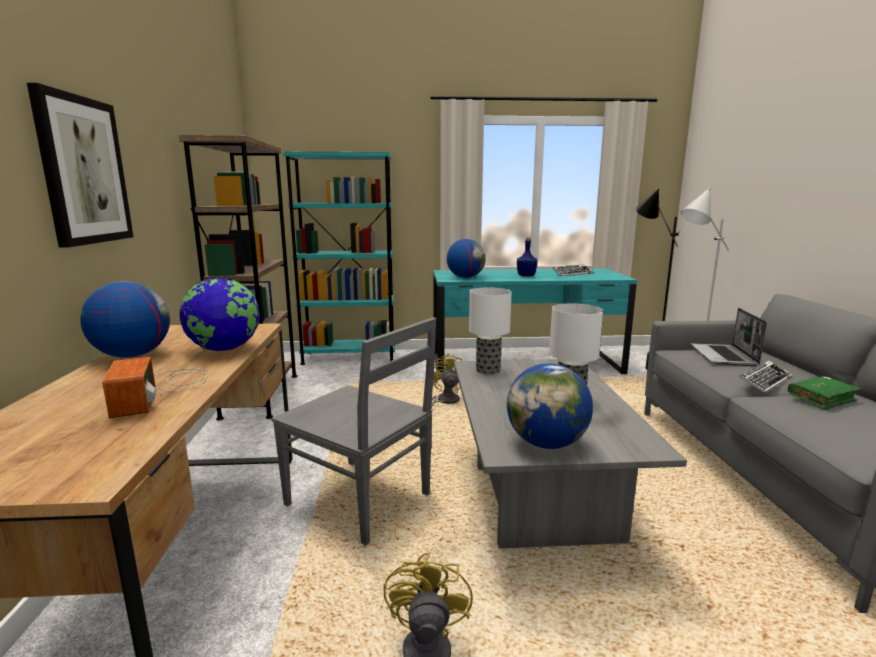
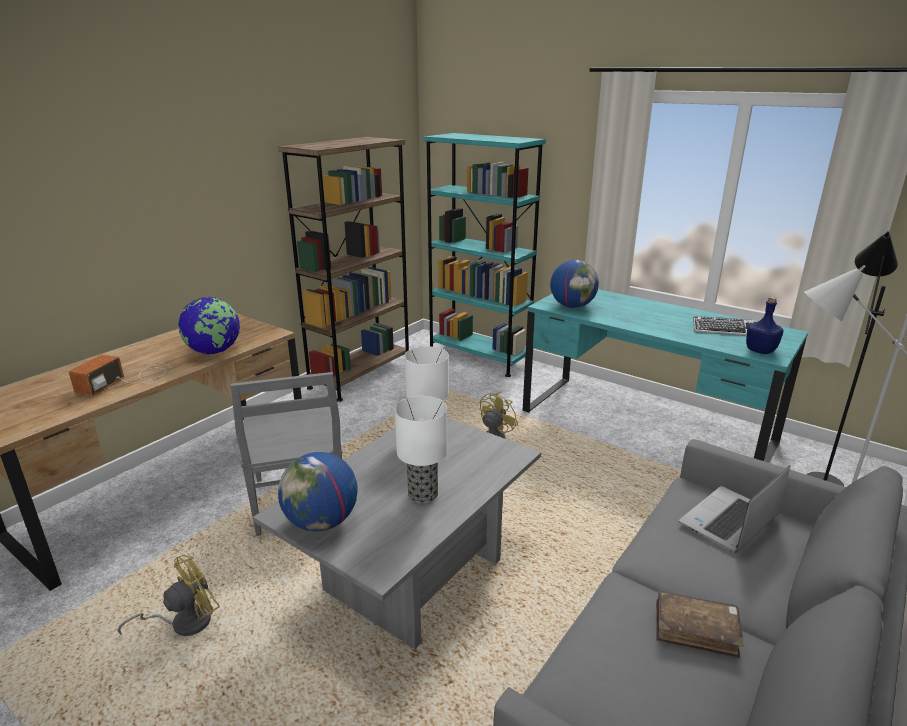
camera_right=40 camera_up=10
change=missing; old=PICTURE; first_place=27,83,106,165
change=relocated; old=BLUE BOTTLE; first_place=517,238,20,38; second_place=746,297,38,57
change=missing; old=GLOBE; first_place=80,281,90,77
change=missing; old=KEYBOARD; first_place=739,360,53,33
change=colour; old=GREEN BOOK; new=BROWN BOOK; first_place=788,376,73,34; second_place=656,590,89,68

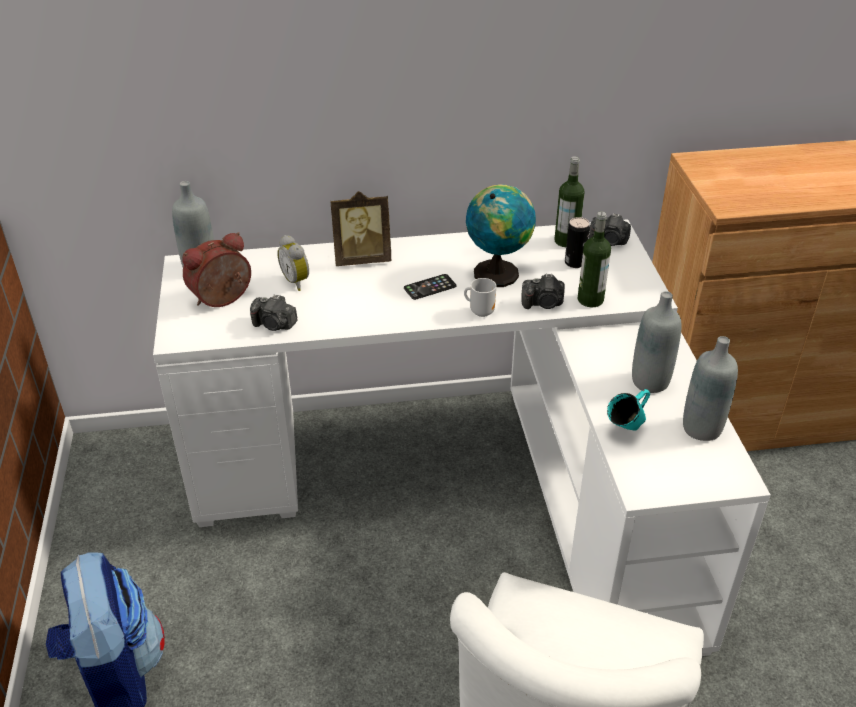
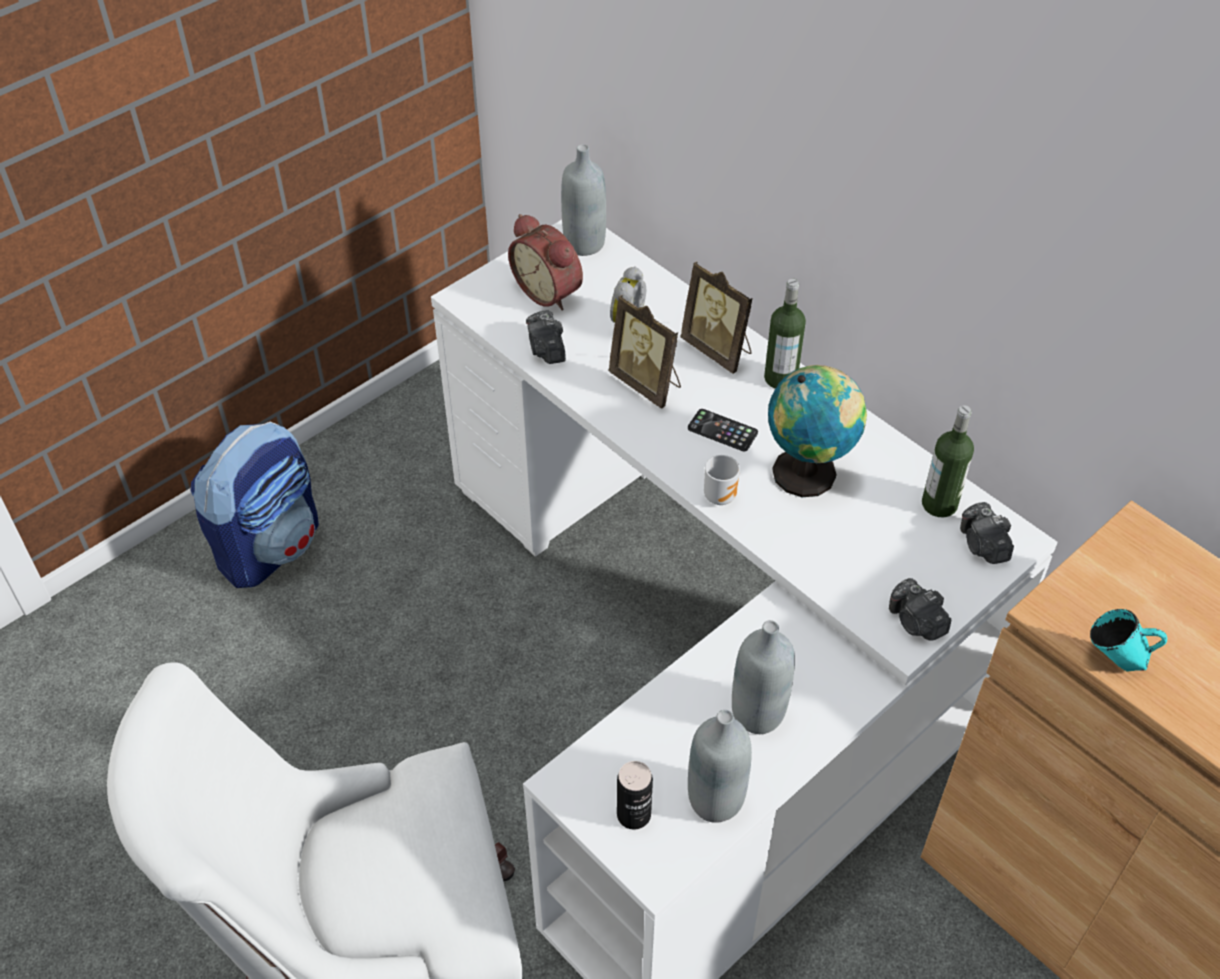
camera_right=55 camera_up=10
change=relocated; old=BOTTLE; first_place=577,211,34,96; second_place=764,279,42,110
change=relocated; old=CAN; first_place=565,217,25,51; second_place=617,761,36,69
change=spun; old=ALARM CLOCK; first_place=182,232,69,75; second_place=508,214,75,97; degrees=-150
change=relocated; old=PHOTO CAMERA; first_place=521,274,44,35; second_place=889,578,62,62
change=relocated; old=TURQUOISE MUG; first_place=607,389,43,42; second_place=1090,609,77,62
change=appeared; new=PICTURE FRAME; second_place=608,295,73,114

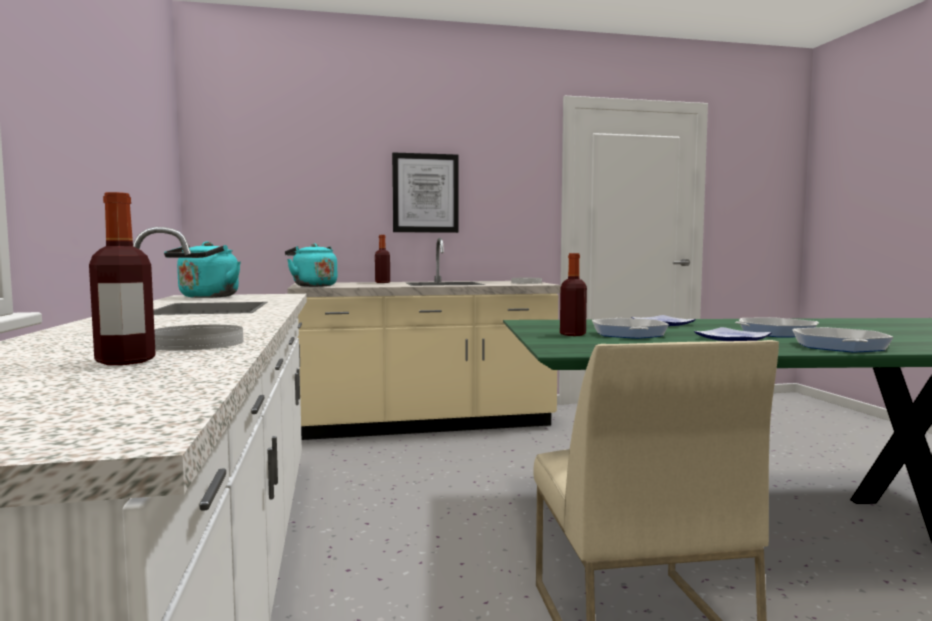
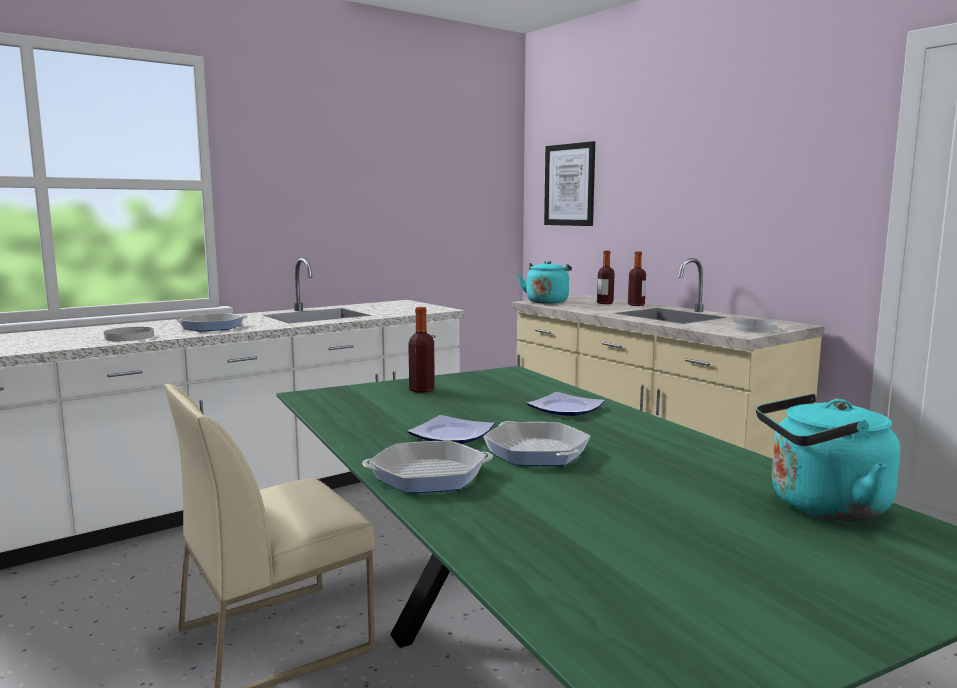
camera_right=65 camera_up=5
change=relocated; old=PICTURE; first_place=392,152,67,81; second_place=544,141,51,85
change=relocated; old=BOTTLE; first_place=89,192,67,173; second_place=597,251,18,53
change=relocated; old=TURQUOISE KETTLE; first_place=164,242,77,56; second_place=756,394,144,127
change=relocated; old=FRYING PAN; first_place=592,318,77,21; second_place=174,313,74,18

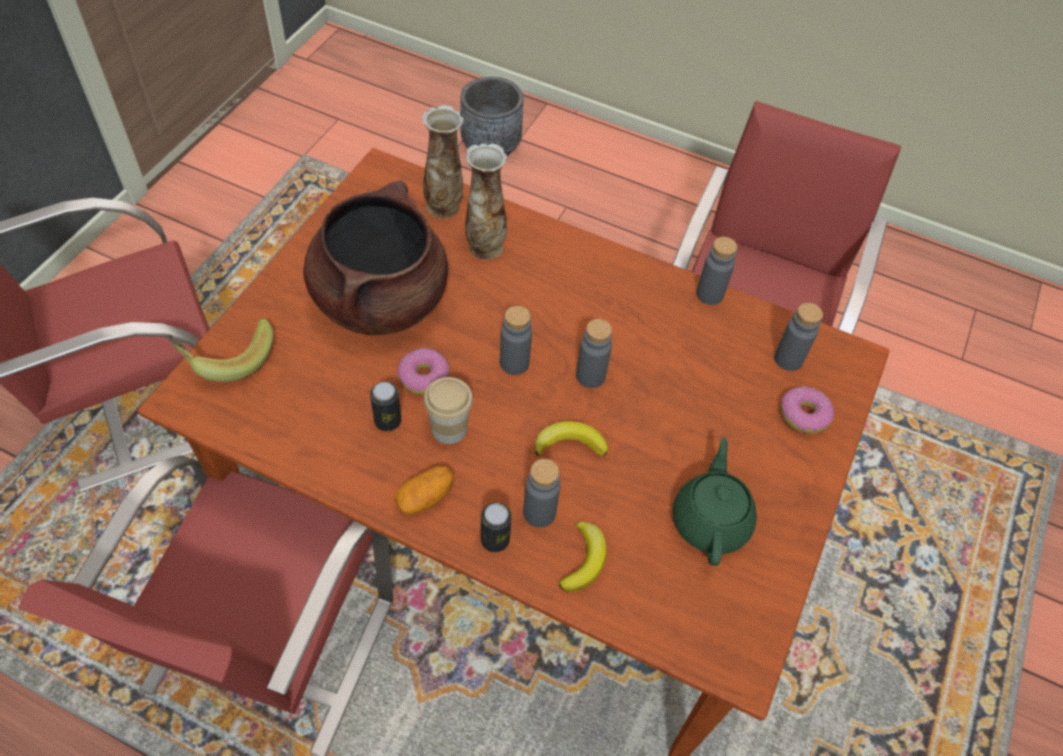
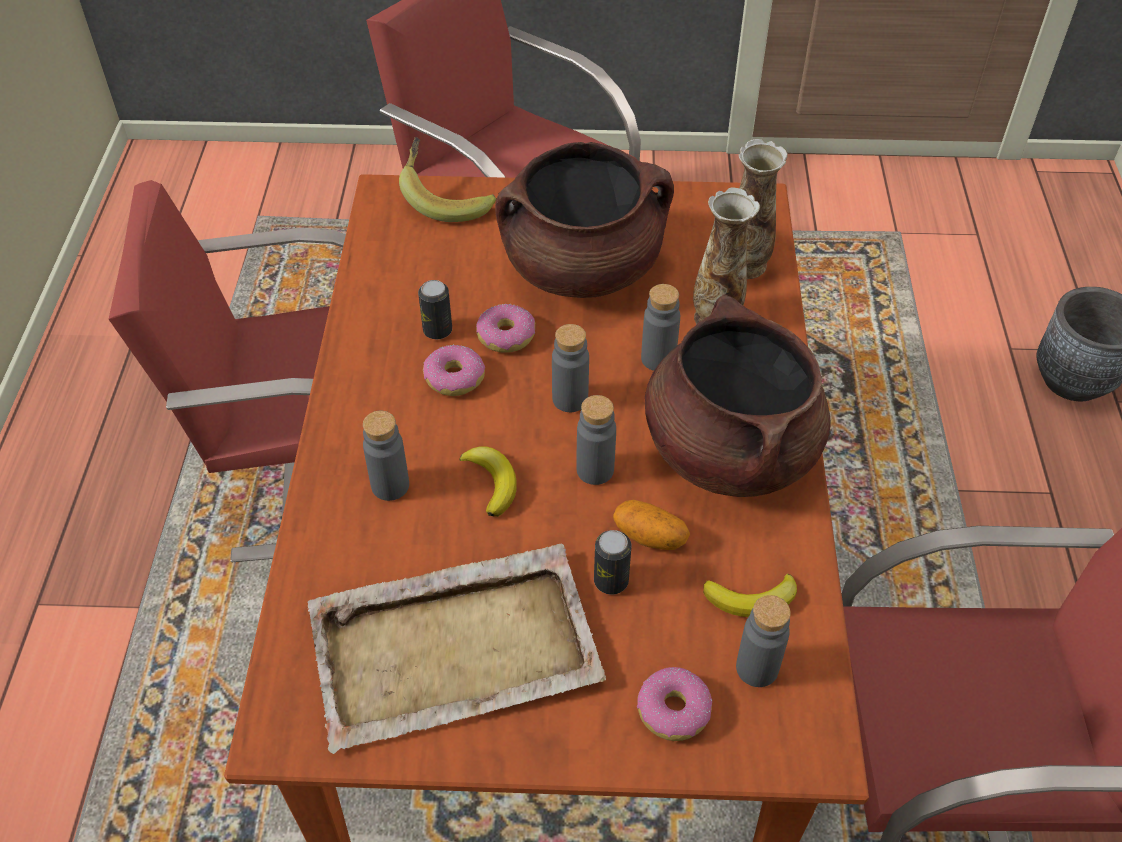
camera_right=70 camera_up=-5
change=relocated; old=GREY BOTTLE; first_place=696,237,41,68; second_place=641,284,39,87
change=exchanged; old=CUP; new=DONUT; first_place=423,377,50,67; second_place=423,345,62,51
change=exchanged; old=GREEN TEAPOT; new=BEIGE TRAY; first_place=673,437,84,129; second_place=307,544,299,210
change=relocated; old=POTATO; first_place=394,466,60,48; second_place=613,500,77,50
change=relocated; old=CAN; first_place=481,502,30,50; second_place=594,530,37,64
change=relocated; old=BANANA; first_place=559,522,48,70; second_place=703,573,94,44
change=appeared; new=BROWN COOKING POT; second_place=645,295,185,202

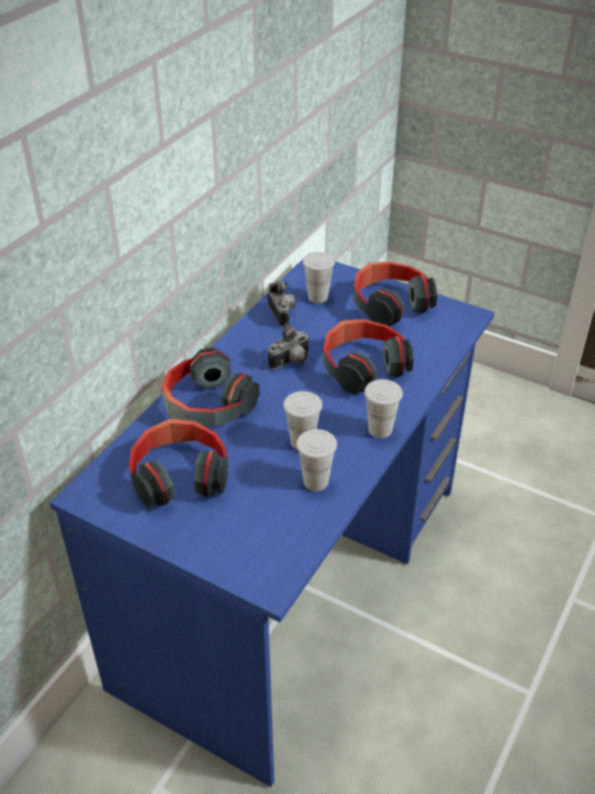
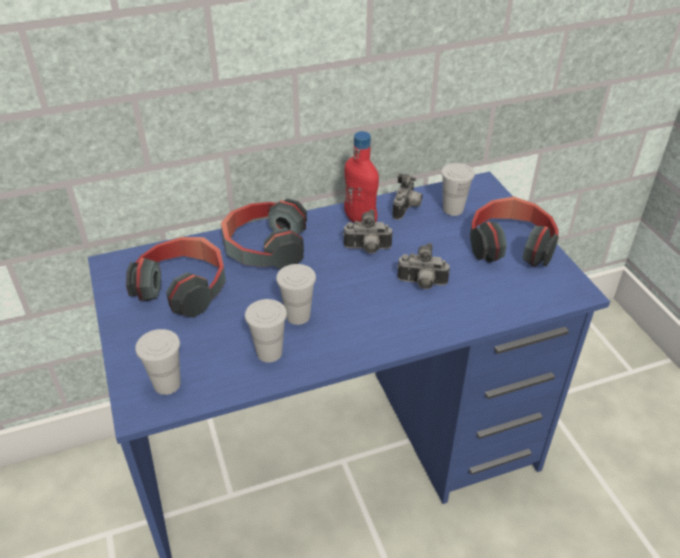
camera_right=40 camera_up=0
change=exchanged; old=HEADPHONES; new=PHOTO CAMERA; first_place=323,319,91,75; second_place=397,243,53,46
change=relocated; old=WHITE CUP; first_place=364,379,39,59; second_place=135,329,46,66
change=appeared; new=RED BOTTLE; second_place=344,131,35,92

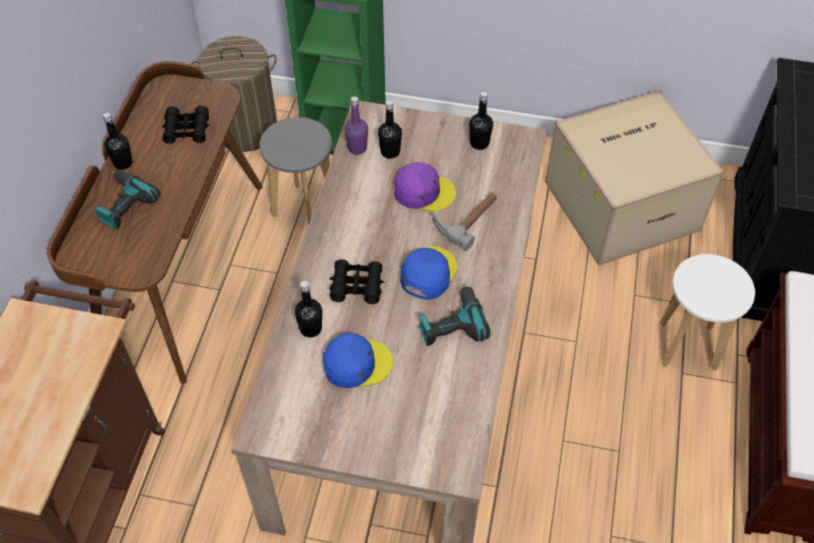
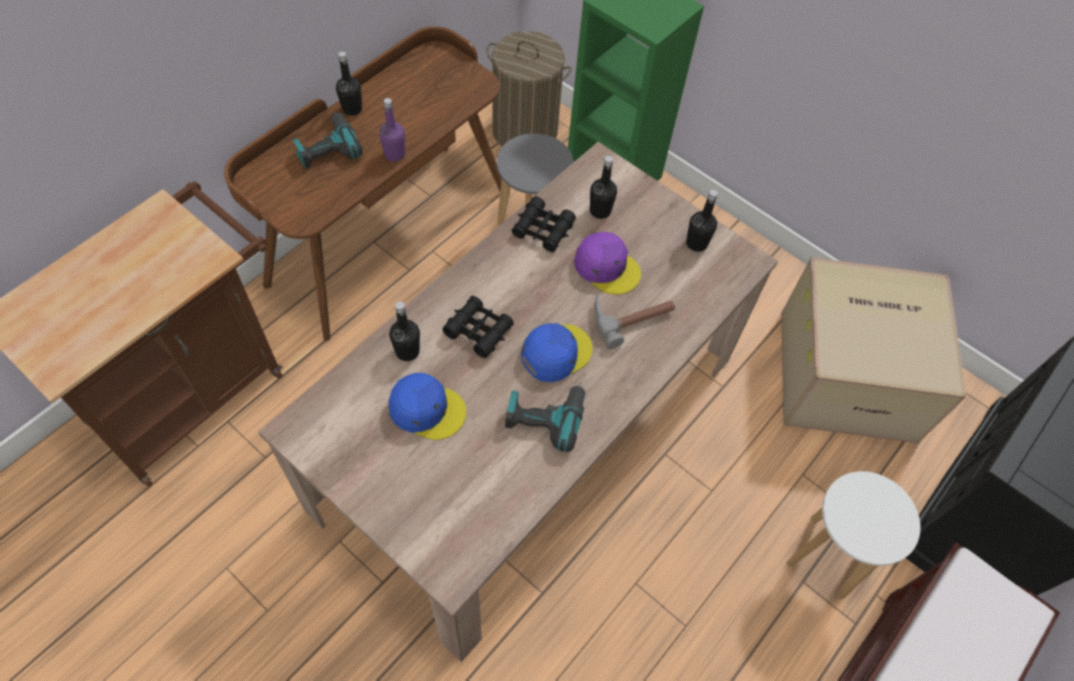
camera_right=25 camera_up=5
change=relocated; old=PURPLE BOTTLE; first_place=344,96,24,59; second_place=379,98,27,64
change=relocated; old=BLACK BINOCULARS; first_place=161,106,49,38; second_place=511,196,65,56

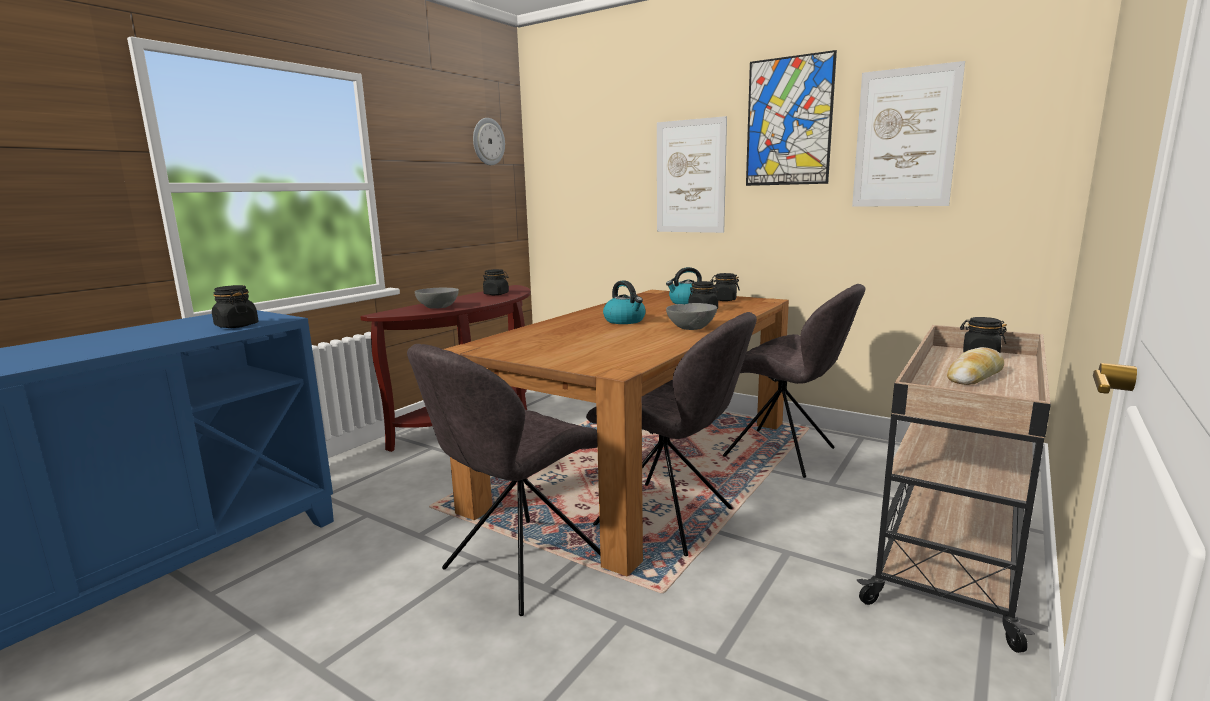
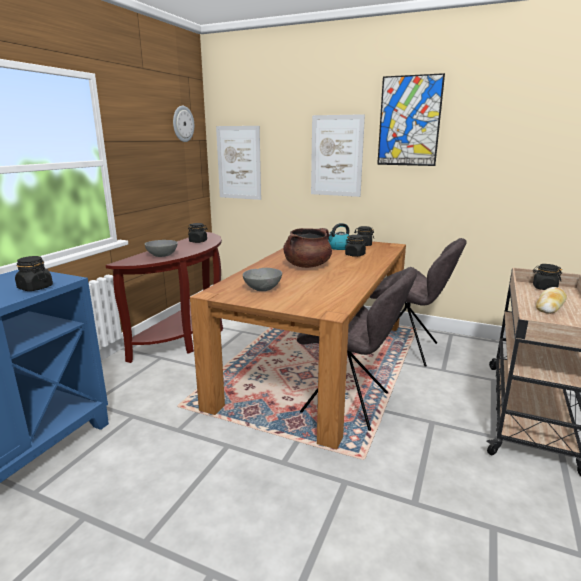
camera_right=-10 camera_up=5
change=relocated; old=PICTURE; first_place=852,61,113,146; second_place=216,126,45,74
change=exchanged; old=KETTLE; new=BROWN COOKING POT; first_place=603,280,42,44; second_place=283,228,49,40
change=relocated; old=GREY BOWL; first_place=666,303,51,27; second_place=243,268,39,23
change=missing; old=GREY CHAIR; first_place=407,344,193,272

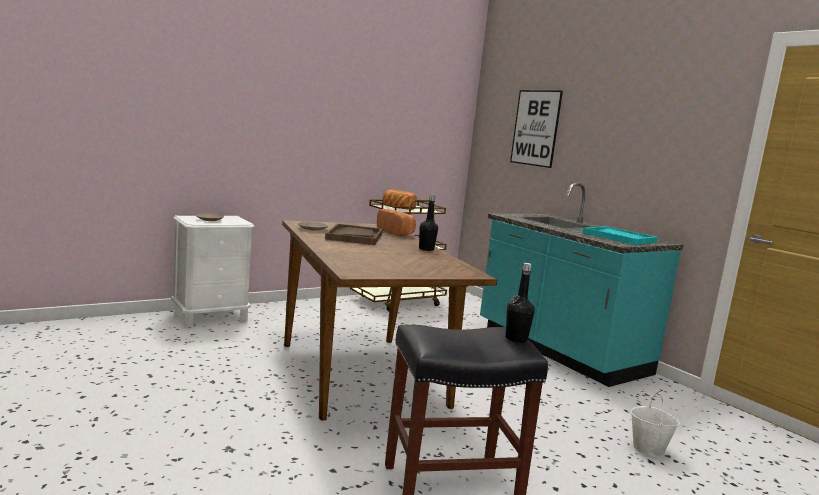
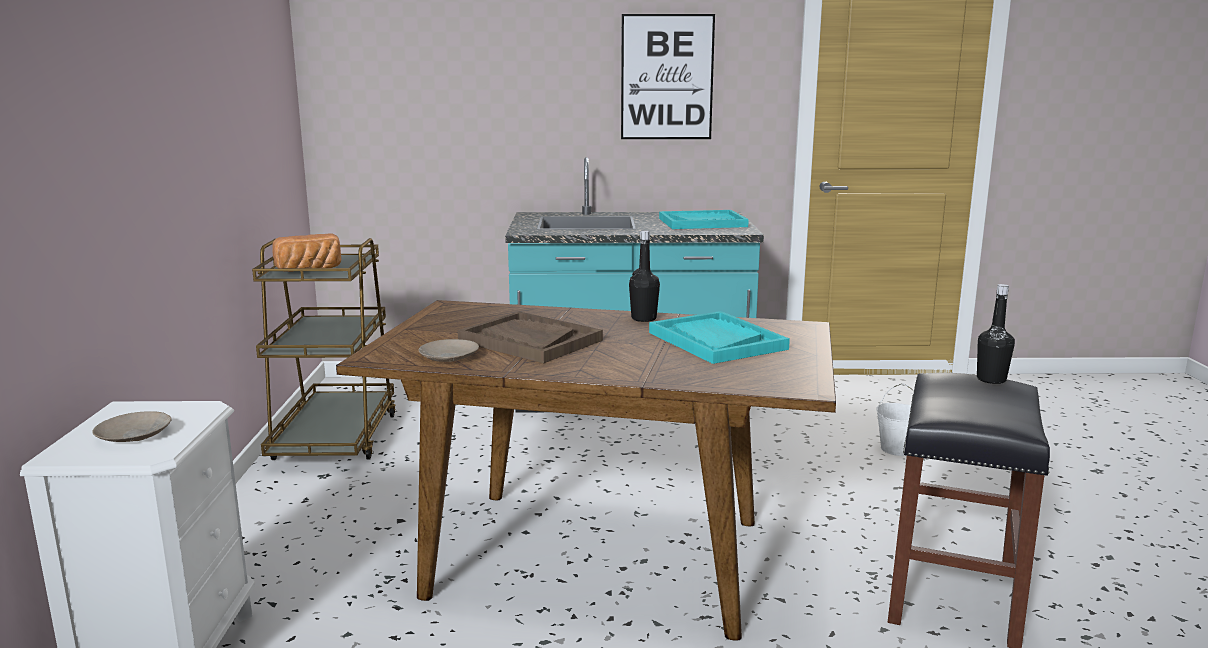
camera_right=-55 camera_up=5
change=relocated; old=PICTURE; first_place=510,90,53,78; second_place=621,14,94,125
change=missing; old=BREAD; first_place=377,209,39,27
change=appeared; new=TURQUOISE TRAY; second_place=649,311,141,53

